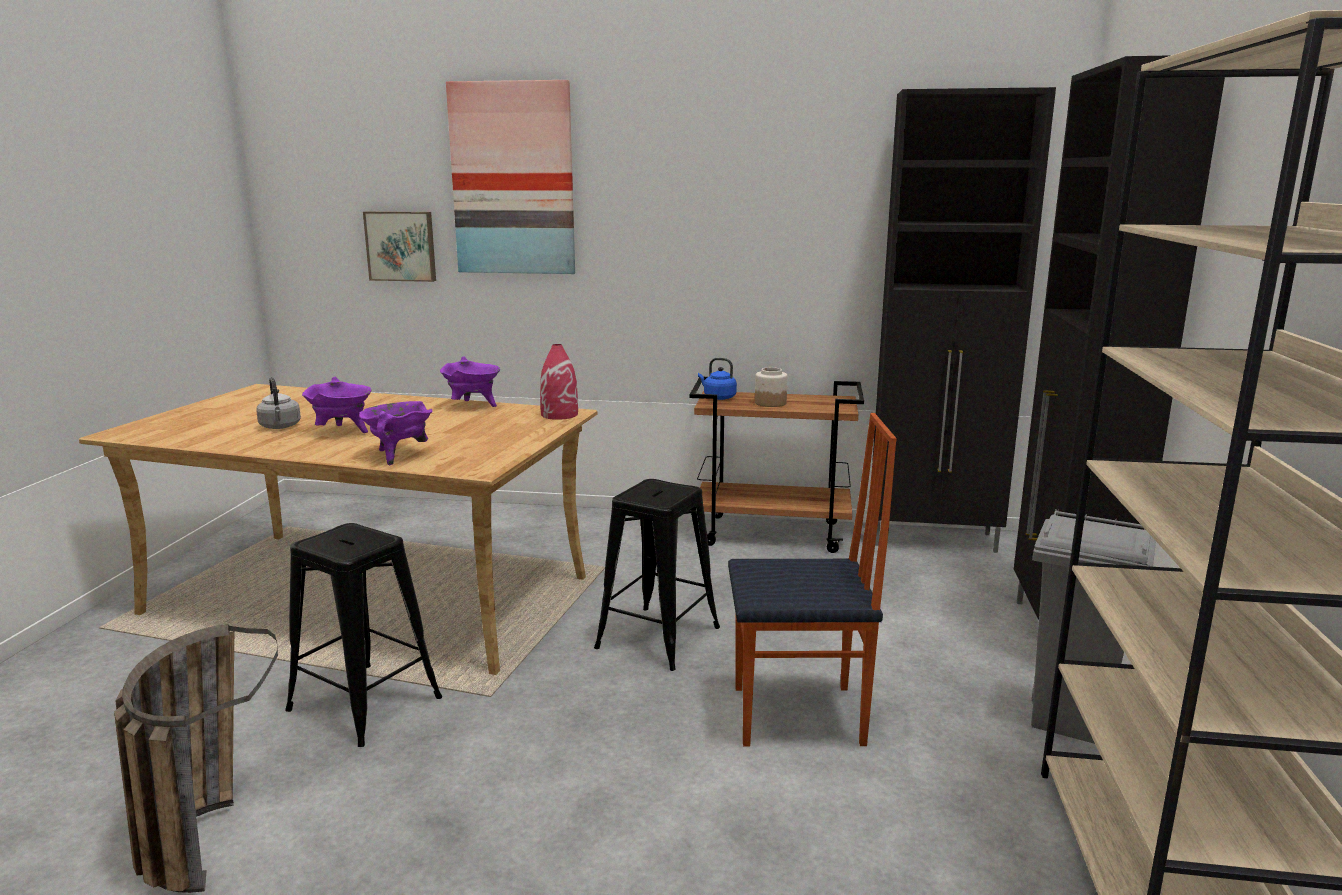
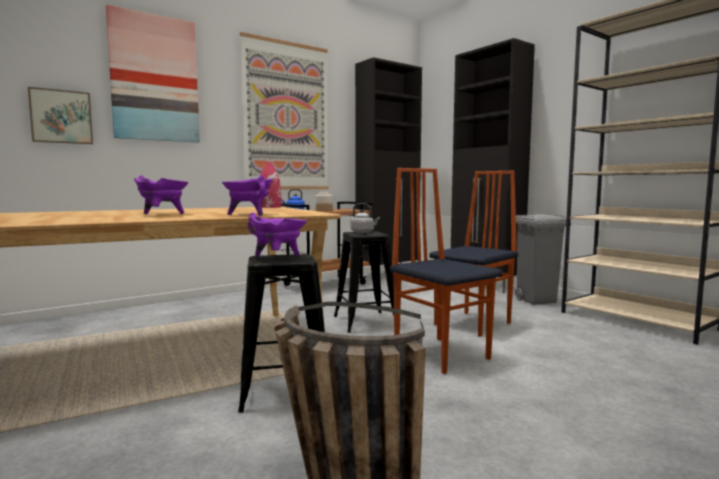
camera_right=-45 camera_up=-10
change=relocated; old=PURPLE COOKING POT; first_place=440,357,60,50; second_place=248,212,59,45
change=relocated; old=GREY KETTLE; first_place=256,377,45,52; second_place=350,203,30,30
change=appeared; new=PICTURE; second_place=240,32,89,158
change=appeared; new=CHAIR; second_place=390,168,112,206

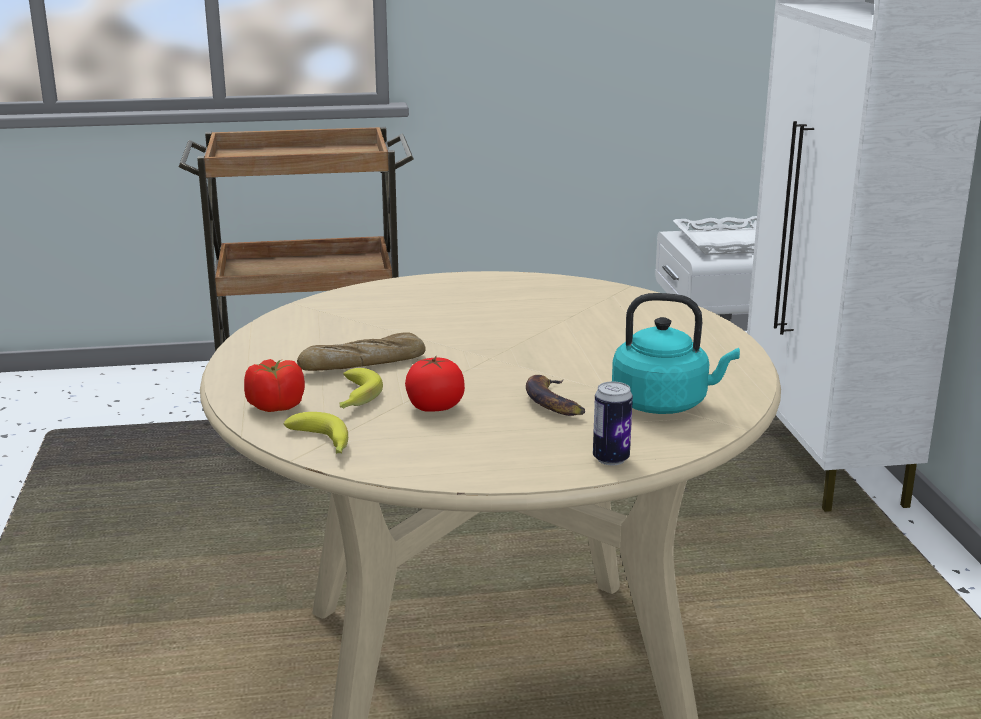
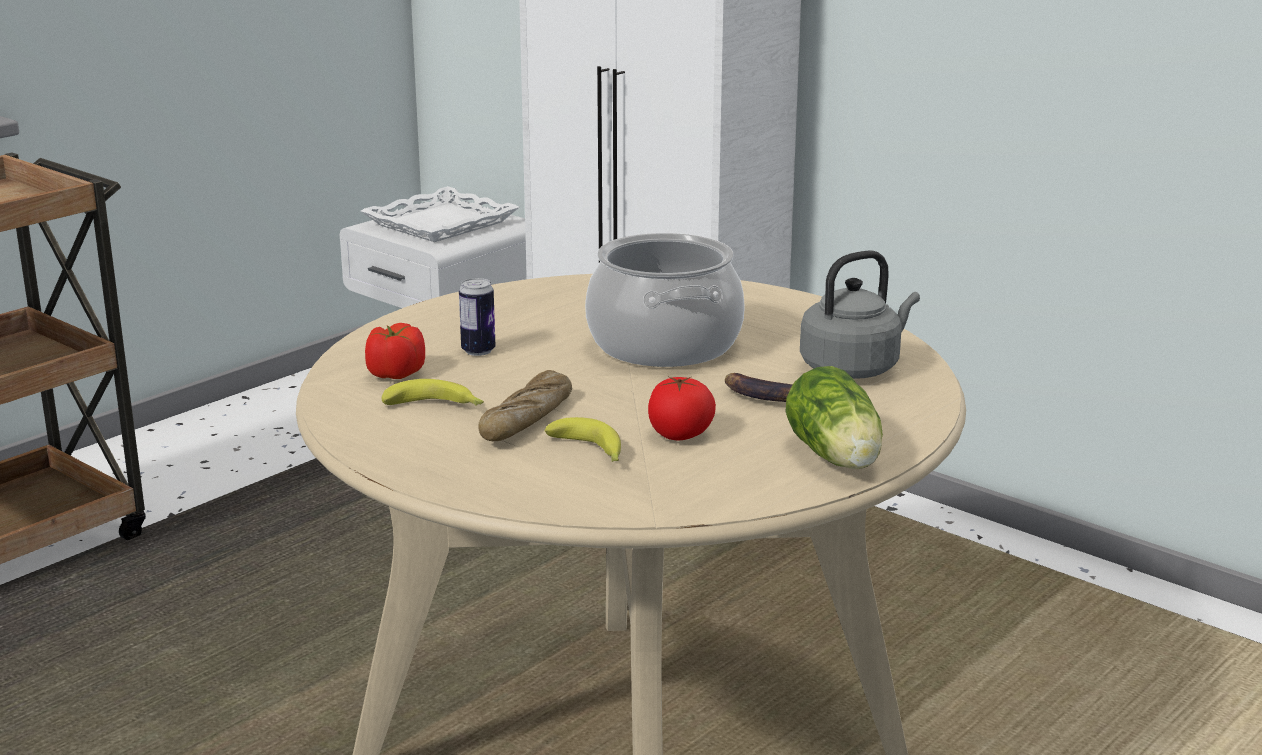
camera_right=-40 camera_up=0
change=colour; old=TURQUOISE KETTLE; new=GREY KETTLE; first_place=612,293,128,121; second_place=800,250,120,129
change=relocated; old=TOMATO; first_place=244,359,61,53; second_place=365,323,60,56
change=relocated; old=CAN; first_place=593,381,40,84; second_place=459,278,37,78
change=relocated; old=BANANA; first_place=284,412,64,42; second_place=382,379,102,27
change=appeared; new=COOKING POT; second_place=585,233,160,134
change=appeared; new=LETTUCE; second_place=786,366,97,103

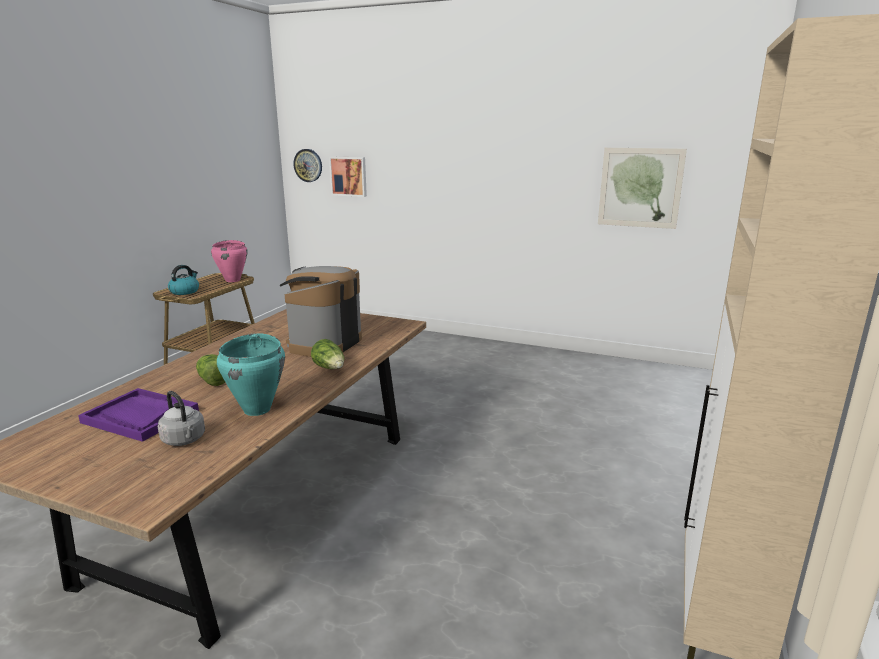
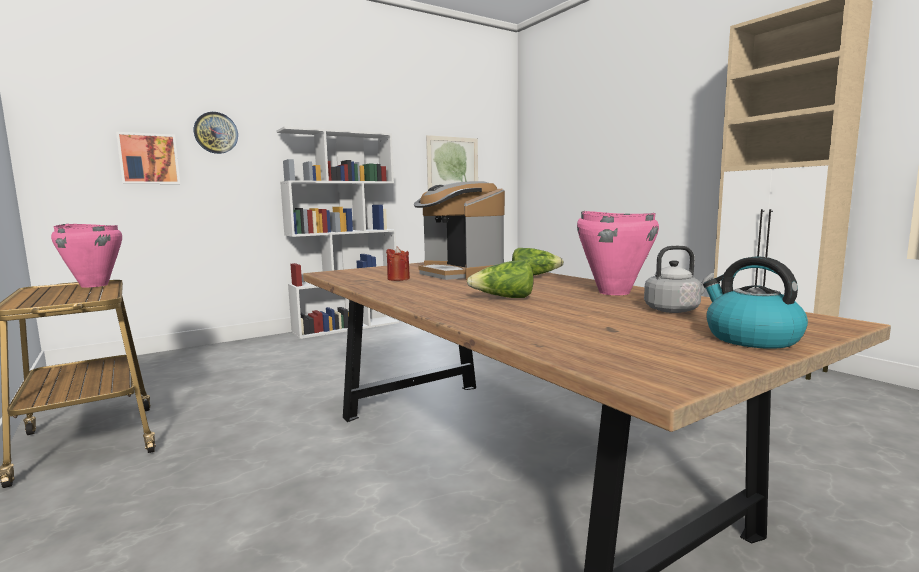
camera_right=-55 camera_up=-10
change=relocated; old=WALL CLOCK; first_place=294,149,28,33; second_place=194,112,44,42
change=relocated; old=KETTLE; first_place=168,265,31,30; second_place=703,257,105,92
change=colour; old=TURQUOISE COOKING POT; new=PINK COOKING POT; first_place=217,333,68,83; second_place=577,211,82,84
change=missing; old=PURPLE TRAY; first_place=78,388,121,54
change=appeared; new=WHITE BOOKCASE; second_place=276,126,123,213
change=appeared; new=RED CANDLE; second_place=386,246,24,35

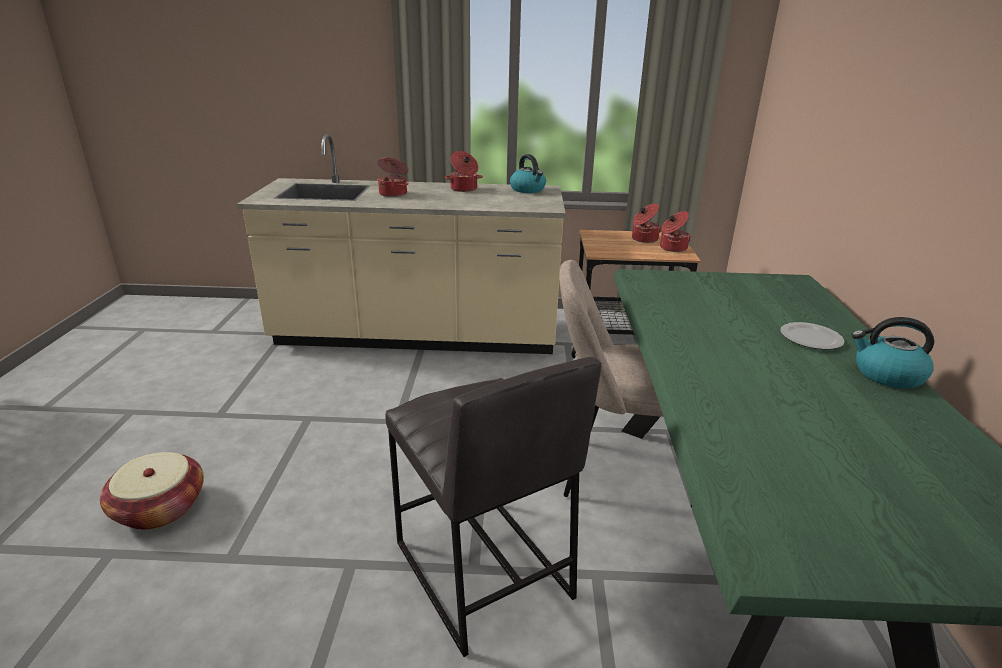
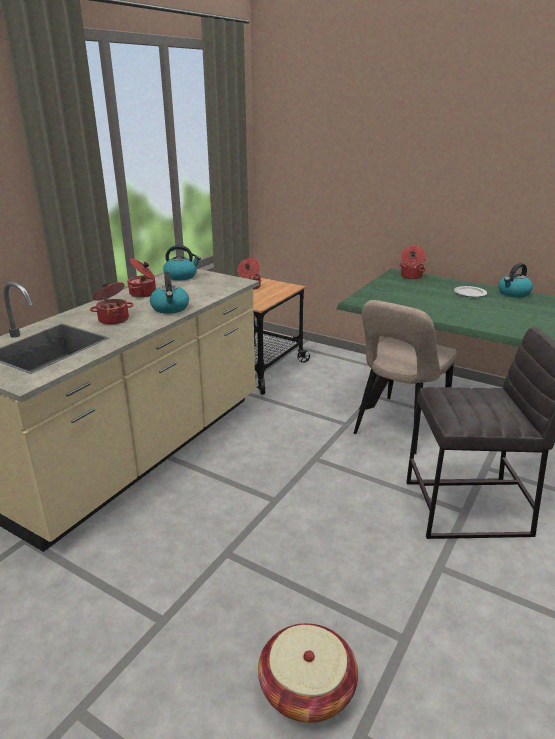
camera_right=-60 camera_up=0
change=relocated; old=COOKING POT; first_place=660,211,31,41; second_place=399,246,28,33
change=appeared; new=KETTLE; second_place=150,272,39,42

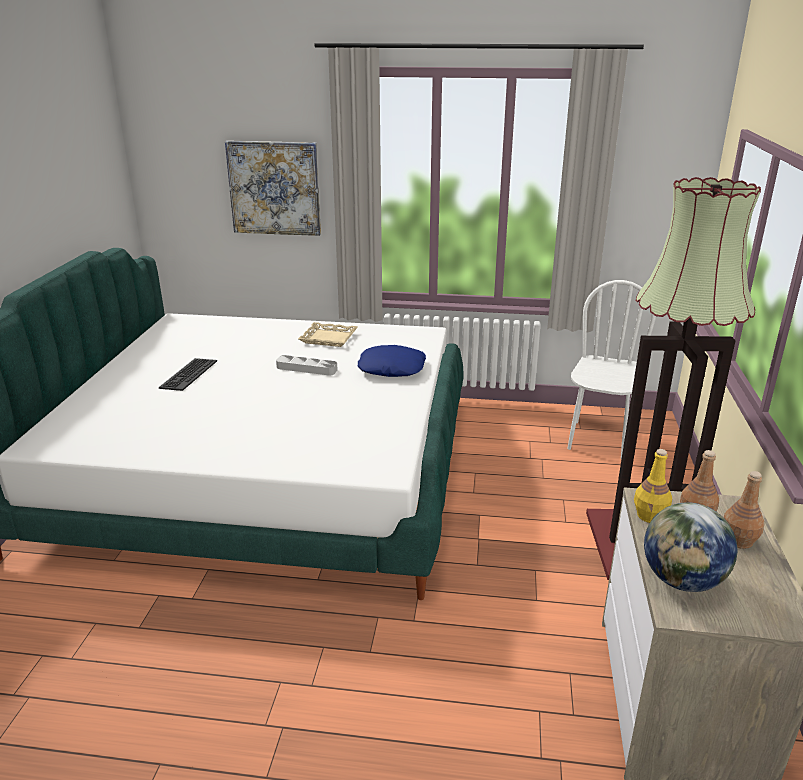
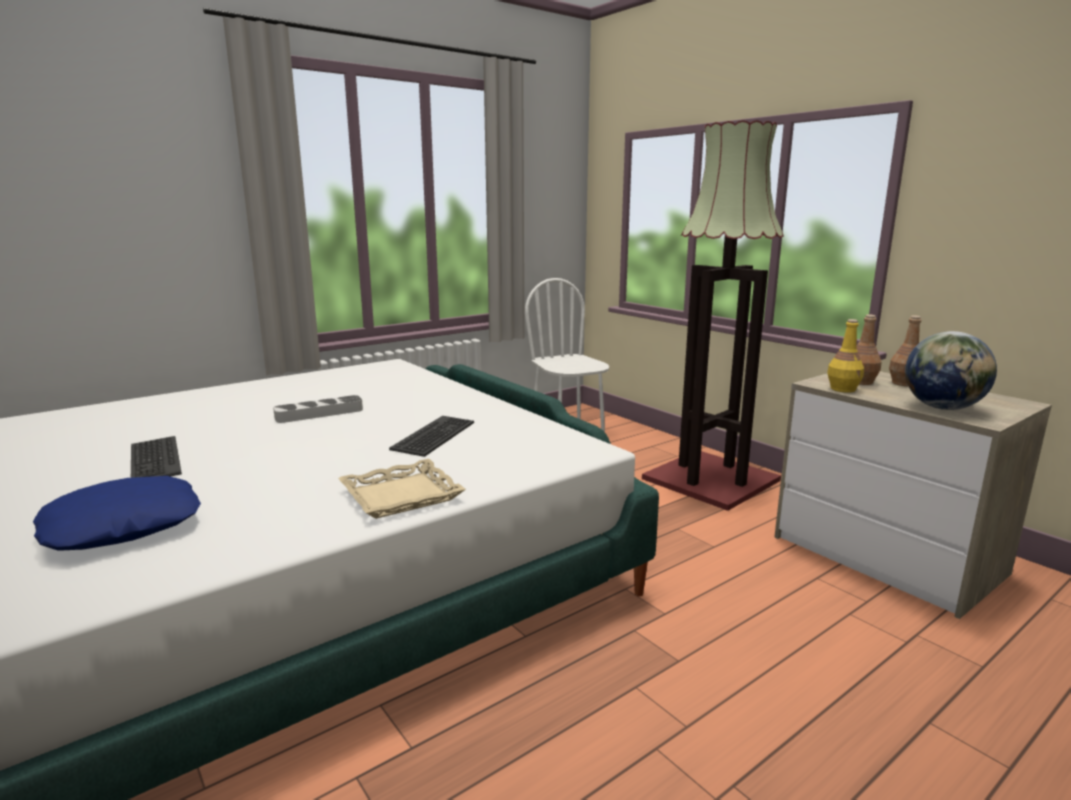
camera_right=-45 camera_up=-10
change=missing; old=PICTURE; first_place=225,141,96,95
change=relocated; old=BEIGE TRAY; first_place=298,322,60,25; second_place=338,459,128,60
change=relocated; old=BLUE PILLOW; first_place=358,345,68,32; second_place=33,476,168,75
change=appeared; new=KEYBOARD; second_place=389,416,85,41

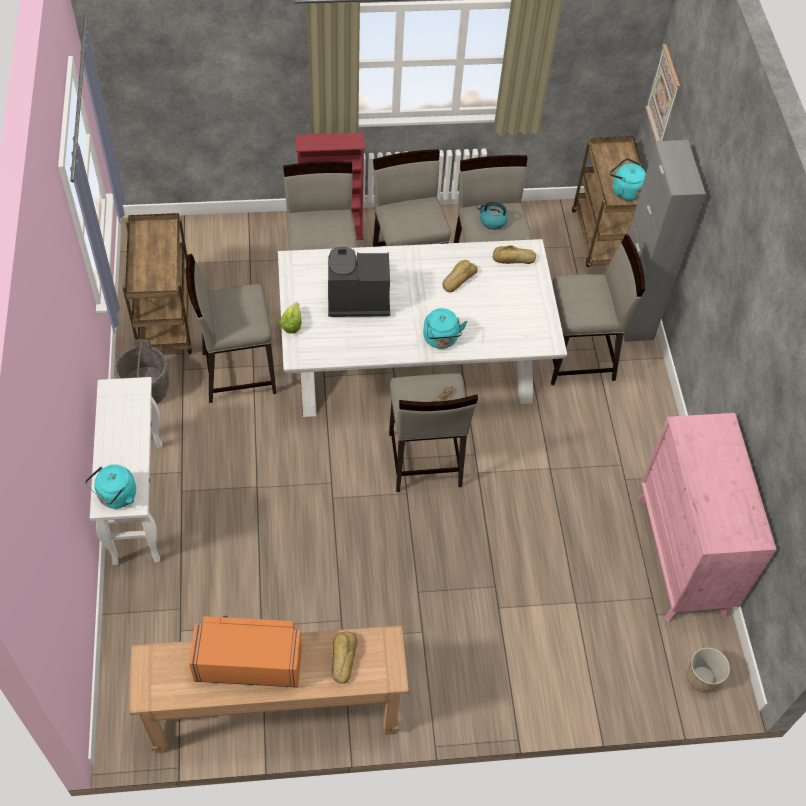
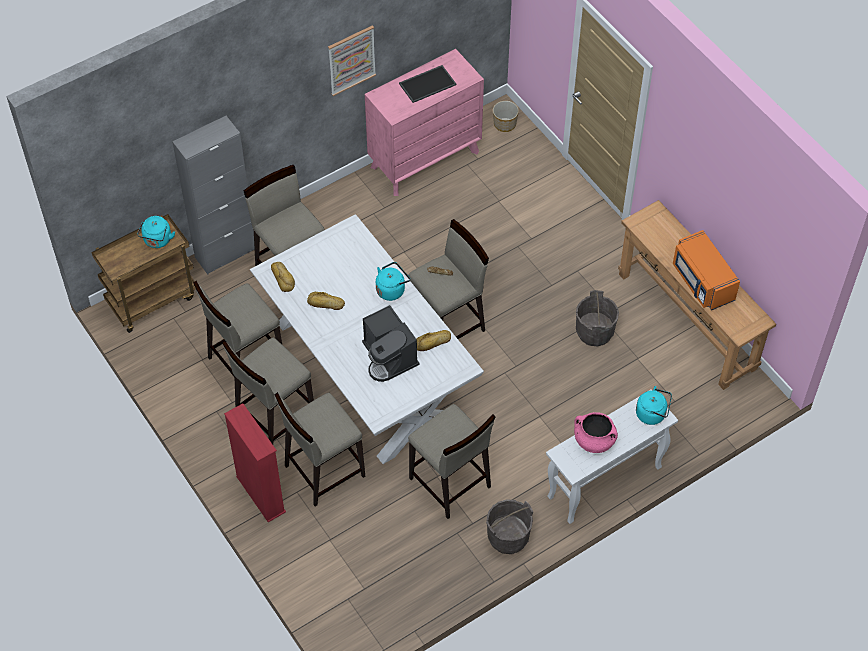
camera_right=-115 camera_up=0
change=relocated; old=PICTURE; first_place=645,44,35,97; second_place=328,25,48,71
change=missing; old=KETTLE; first_place=477,202,31,28
change=missing; old=BROWN CART; first_place=123,213,69,141
change=missing; old=LETTUCE; first_place=279,303,23,31
change=relocated; old=BREAD; first_place=331,632,27,52; second_place=416,330,35,21
change=appeared; new=TRAY; second_place=399,65,58,38
change=appeared; new=GREY BUCKET; second_place=576,290,43,56
change=appeared; new=PINK COOKING POT; second_place=574,412,44,41

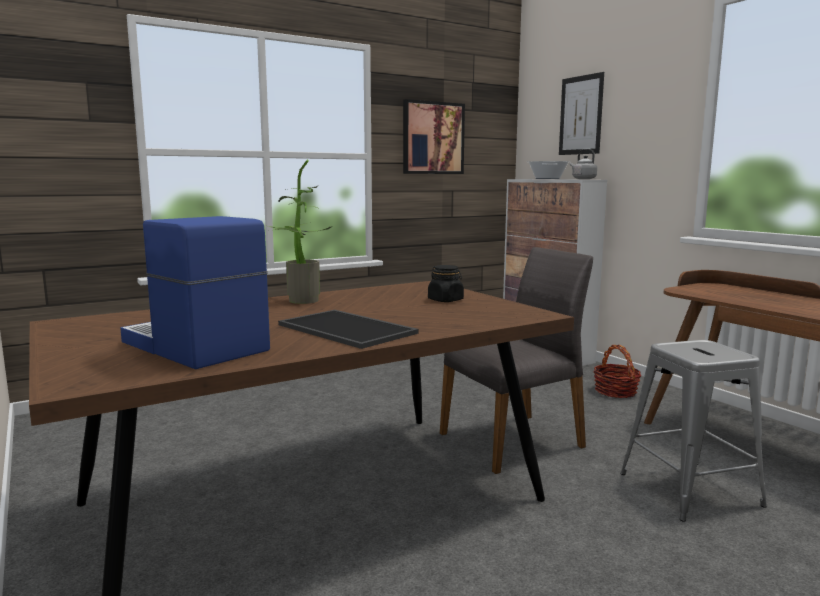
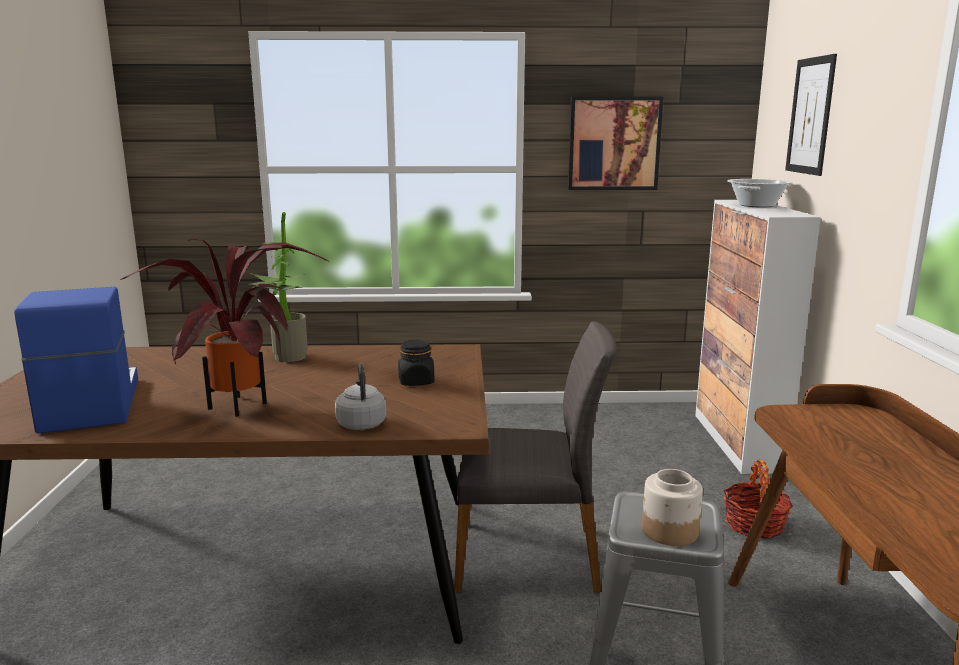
camera_right=30 camera_up=5
change=relocated; old=GREY KETTLE; first_place=570,149,27,30; second_place=335,364,51,66
change=exchanged; old=TRAY; new=POTTED PLANT; first_place=278,310,141,39; second_place=120,239,208,178
change=appeared; new=JAR; second_place=642,469,61,77

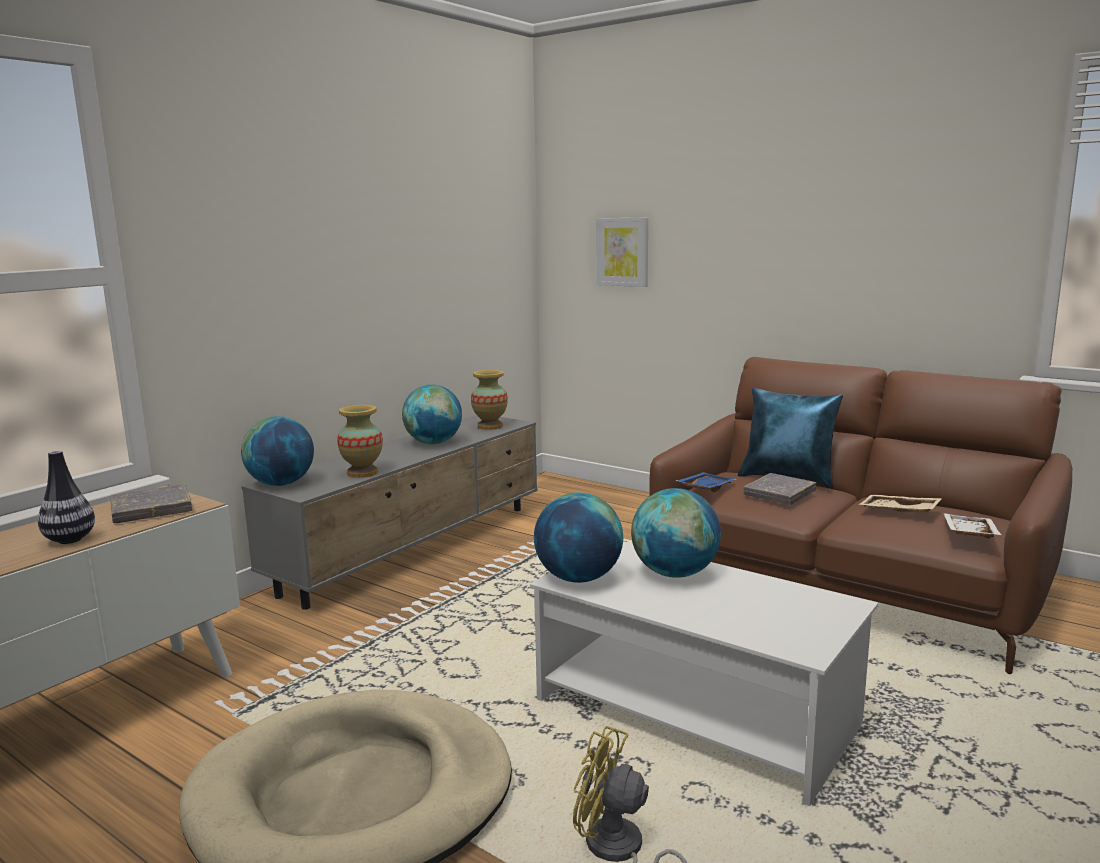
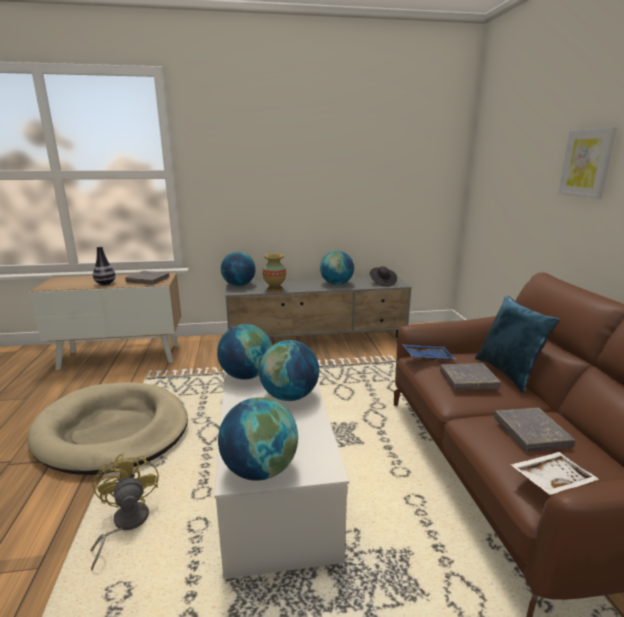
camera_right=45 camera_up=5
change=relocated; old=PICTURE; first_place=596,218,52,69; second_place=558,127,59,72
change=exchanged; old=VASE; new=BLACK HAT; first_place=471,370,37,60; second_place=370,266,27,21
change=exchanged; old=BEIGE TRAY; new=GREY BOOK; first_place=858,495,85,17; second_place=494,408,82,44
change=appeared; new=GLOBE; second_place=218,397,80,84

